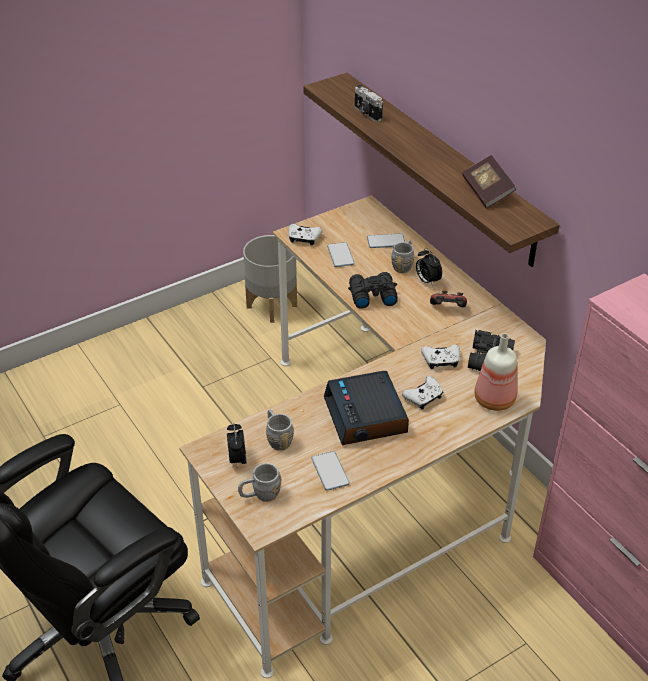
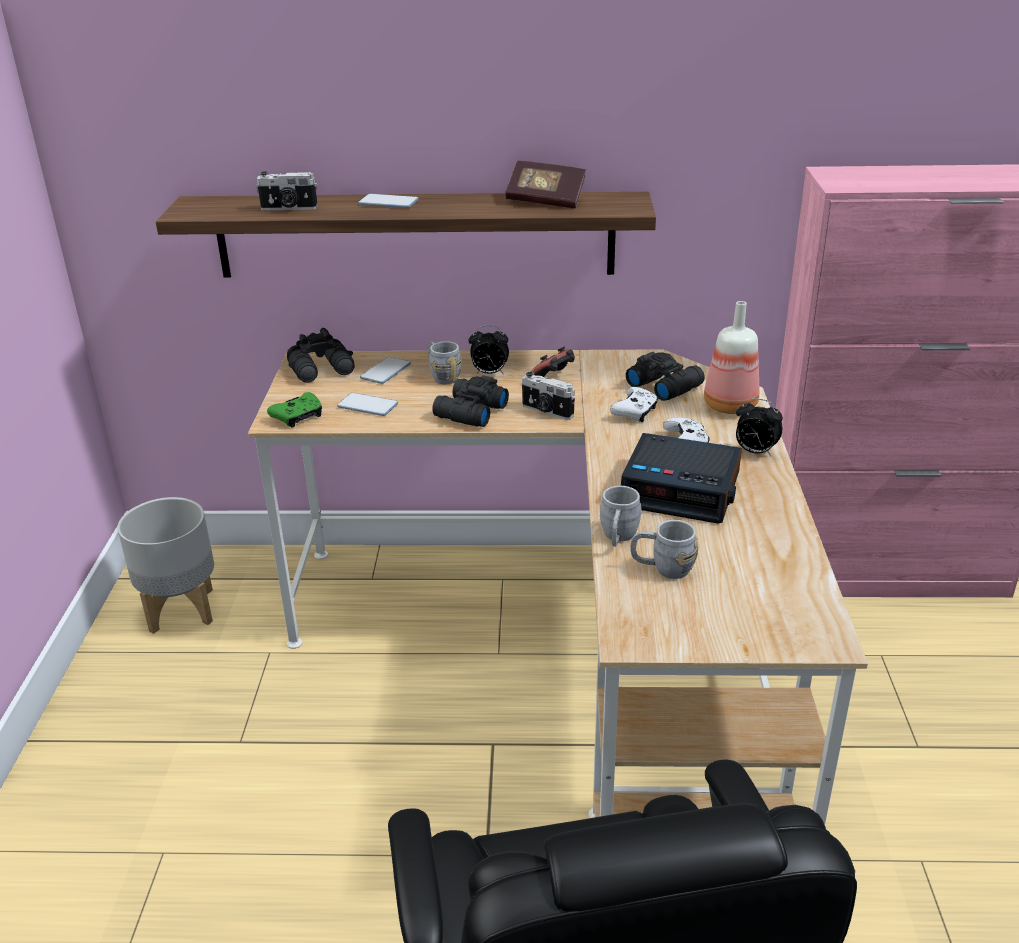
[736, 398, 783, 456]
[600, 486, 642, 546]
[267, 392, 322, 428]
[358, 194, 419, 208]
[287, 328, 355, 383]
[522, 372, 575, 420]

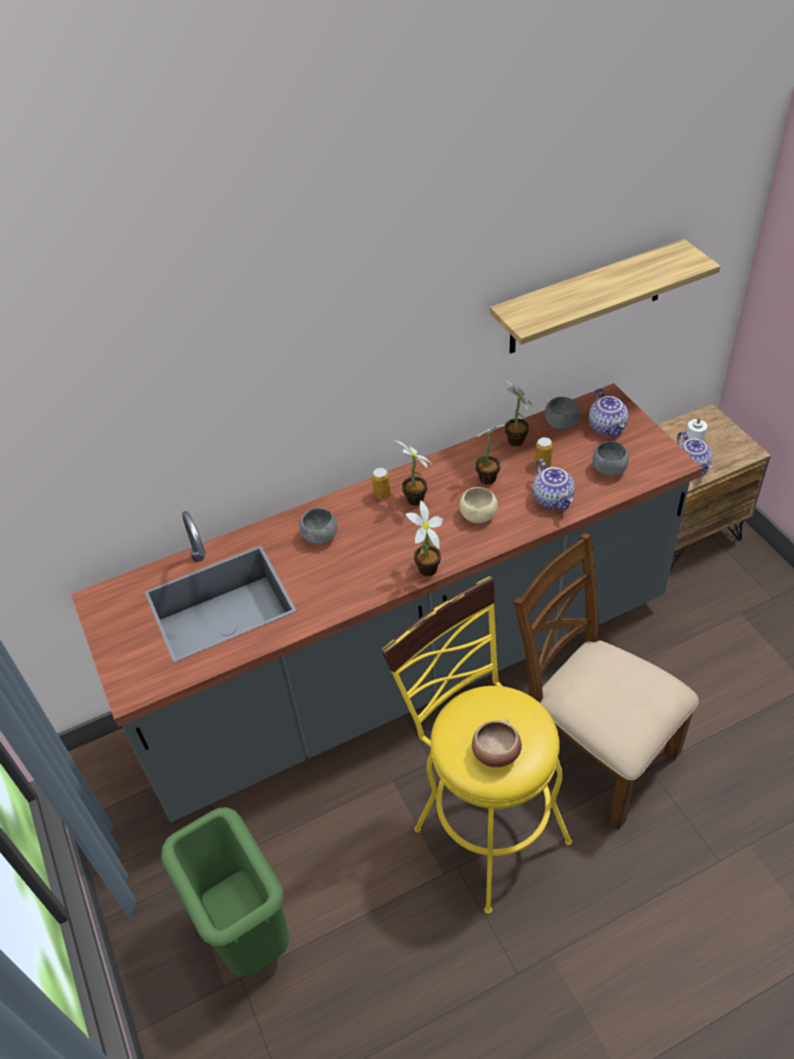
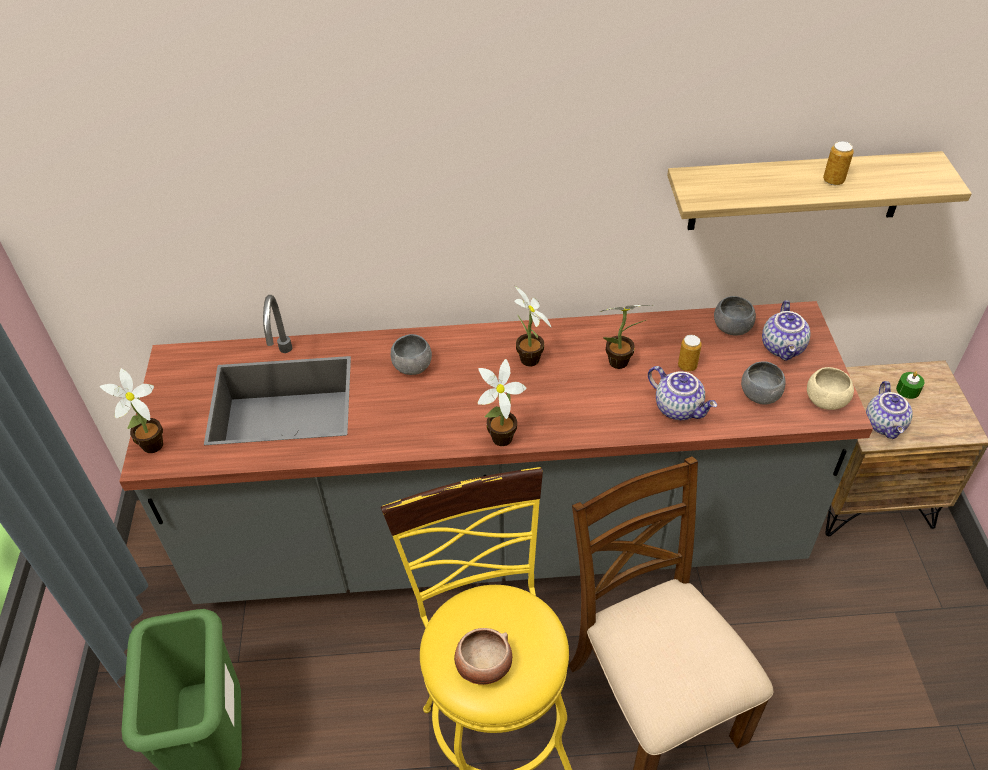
[823, 141, 854, 185]
[807, 367, 854, 410]
[100, 368, 163, 453]
[648, 366, 717, 420]
[896, 371, 924, 399]

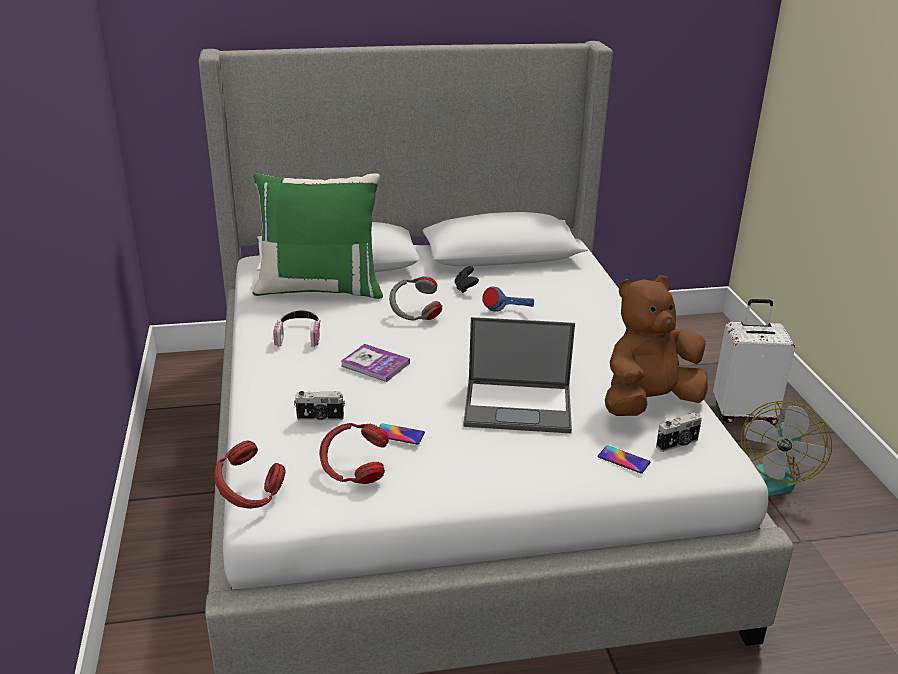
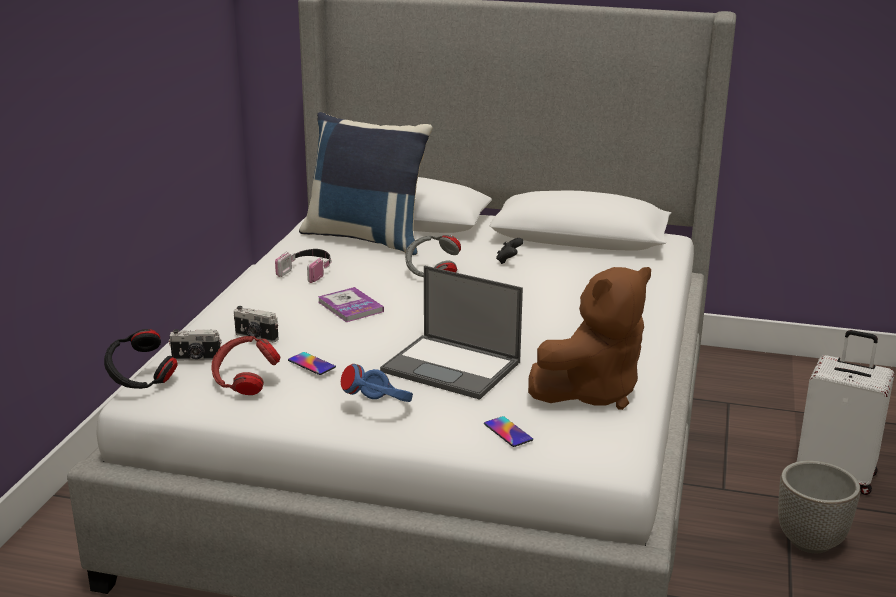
[104, 329, 178, 389]
[299, 112, 433, 255]
[341, 364, 413, 402]
[528, 267, 651, 410]
[169, 329, 221, 361]
[778, 461, 860, 553]

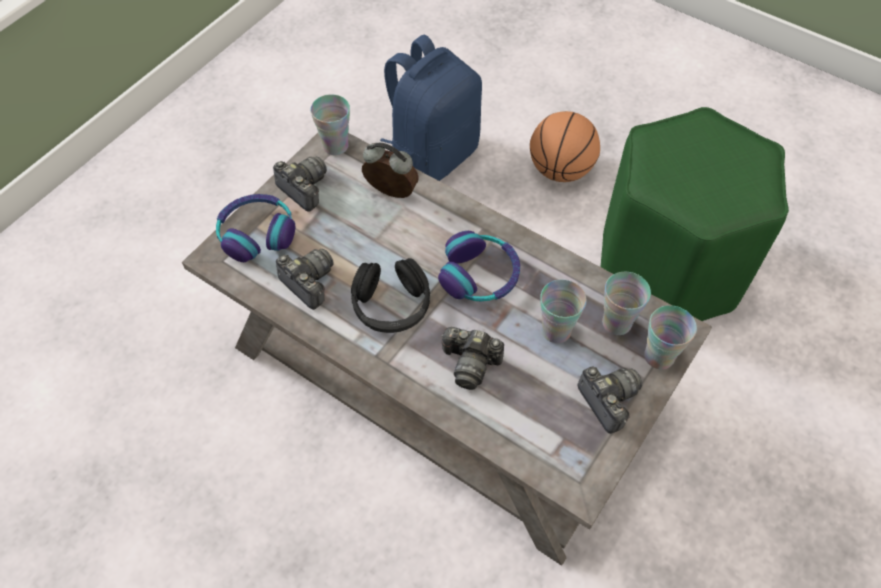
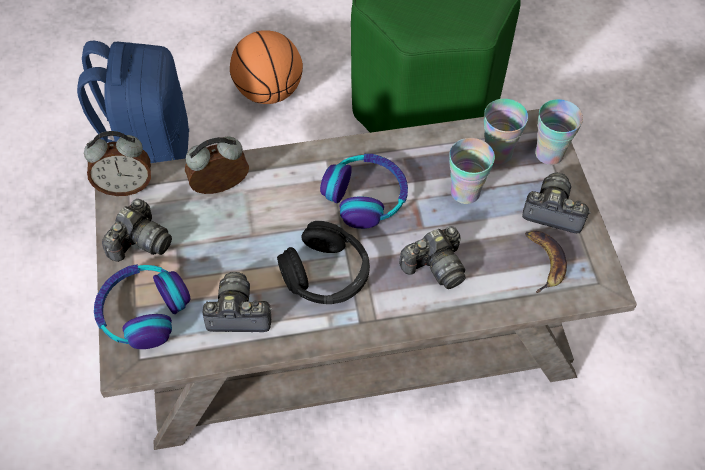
[102, 199, 172, 262]
[84, 131, 151, 196]
[525, 231, 567, 293]

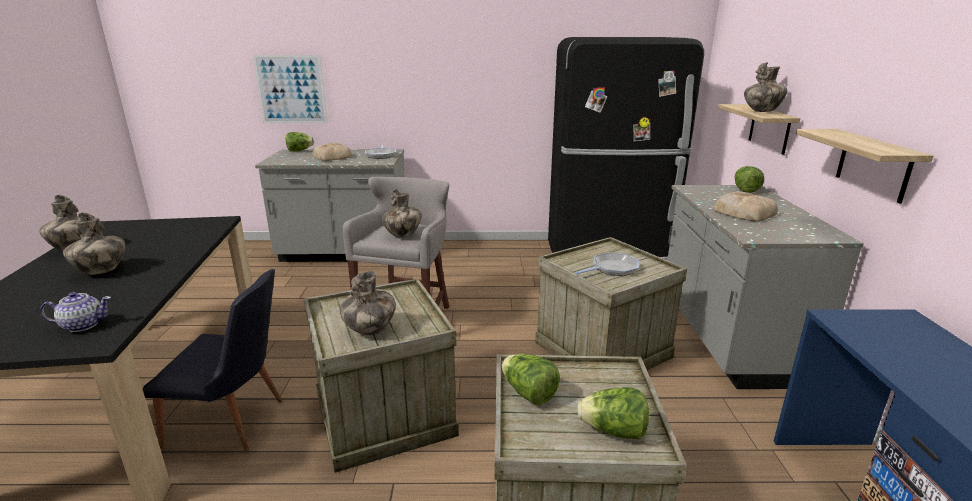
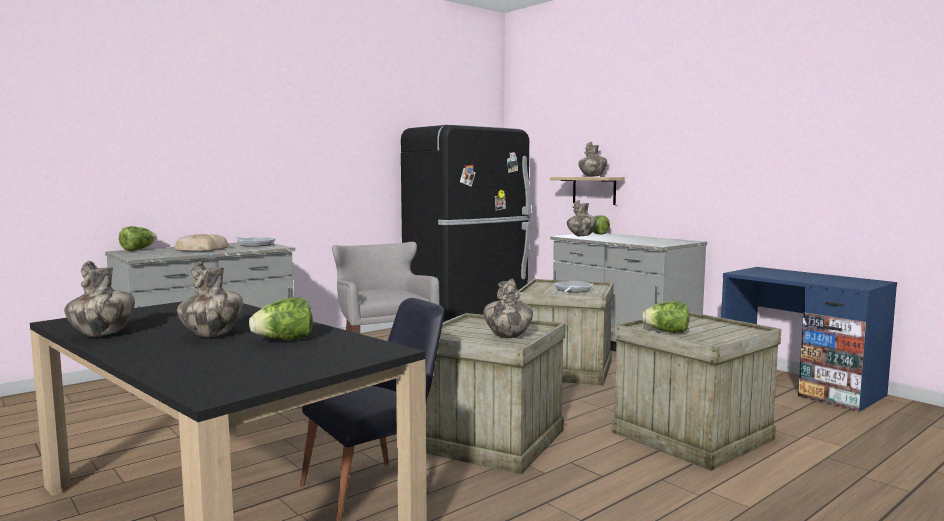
[40, 292, 111, 332] (first image)
[253, 55, 328, 123] (first image)
[567, 200, 597, 236]
[249, 297, 313, 340]
[714, 191, 778, 222] (first image)
[796, 129, 933, 204] (first image)

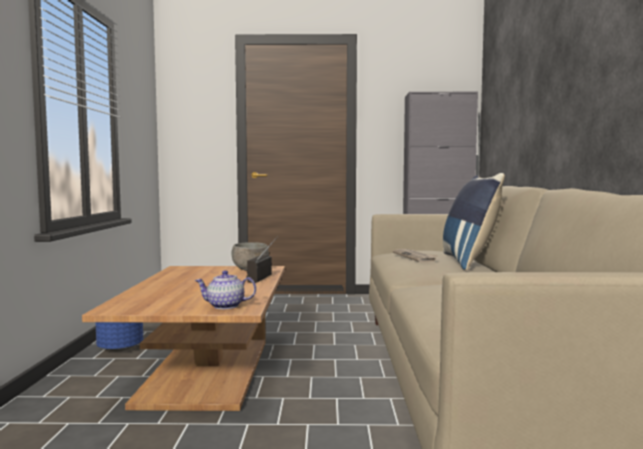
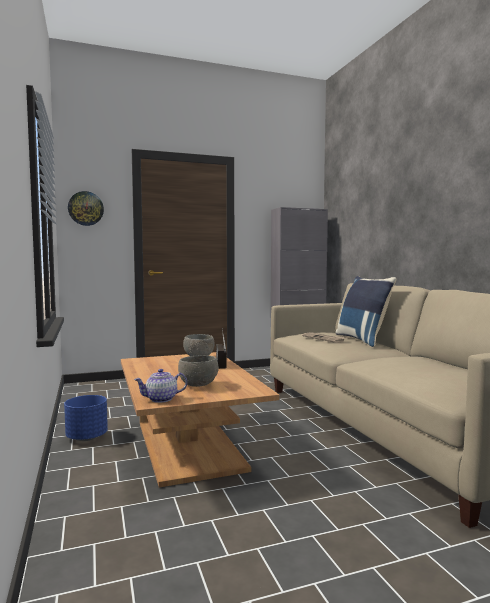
[134, 369, 187, 403]
[68, 191, 104, 226]
[178, 355, 219, 387]

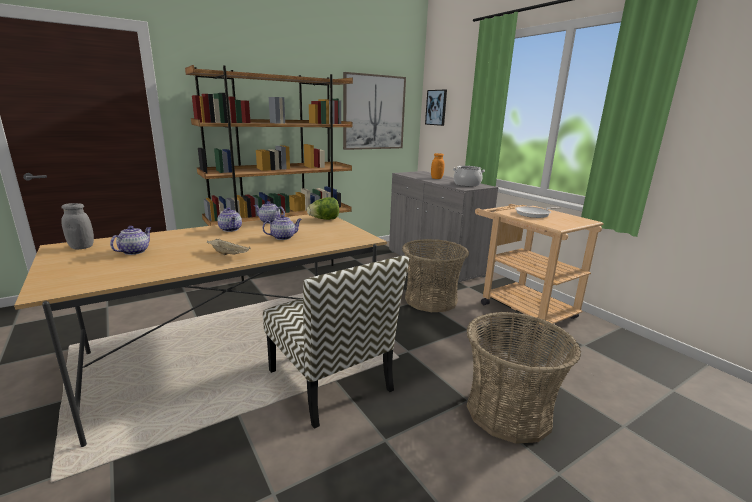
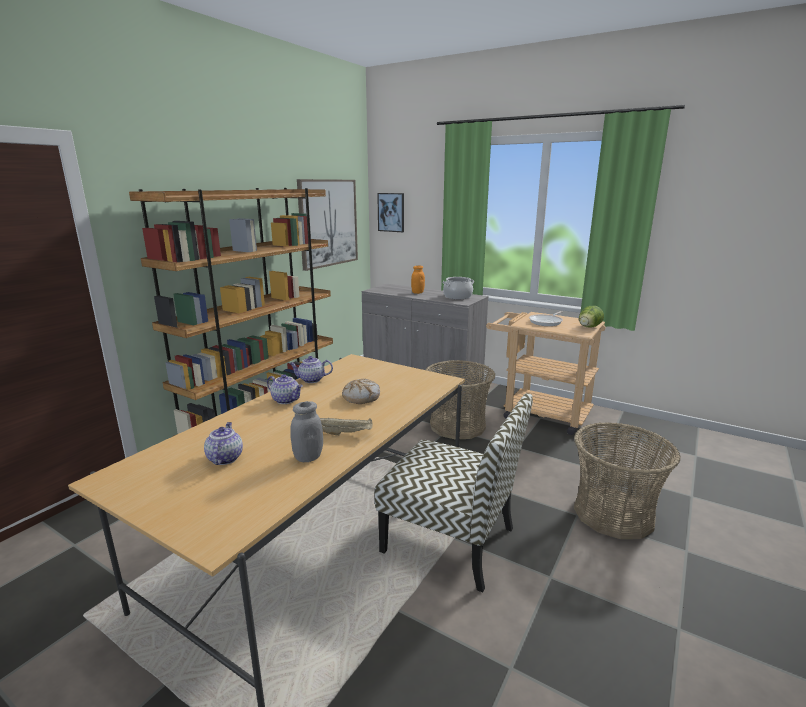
[290, 401, 323, 462]
[342, 379, 380, 404]
[579, 306, 604, 328]

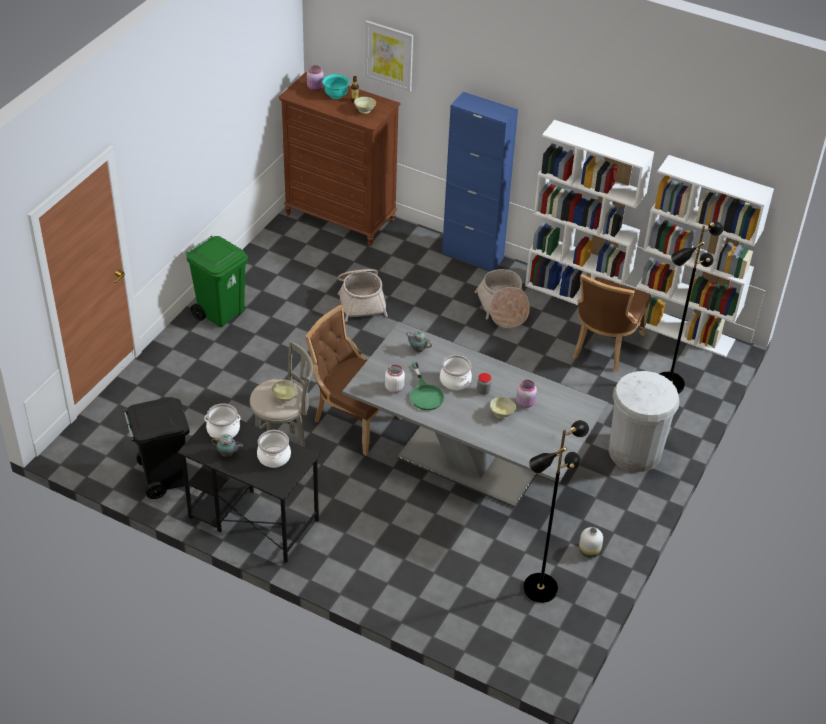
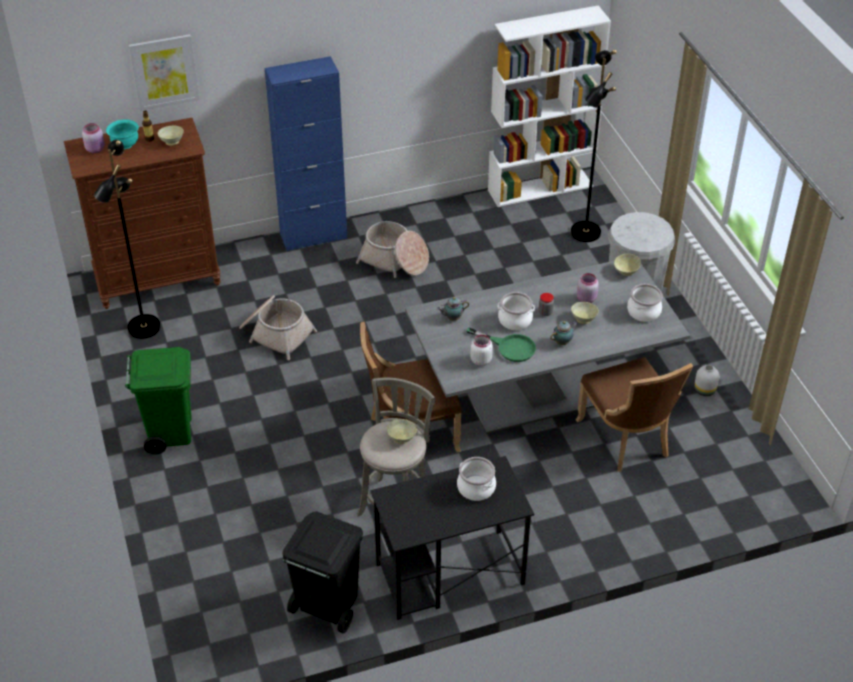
[627, 284, 663, 322]
[550, 321, 578, 345]
[94, 140, 161, 339]
[525, 120, 654, 305] (first image)
[575, 357, 693, 472]
[614, 254, 641, 276]

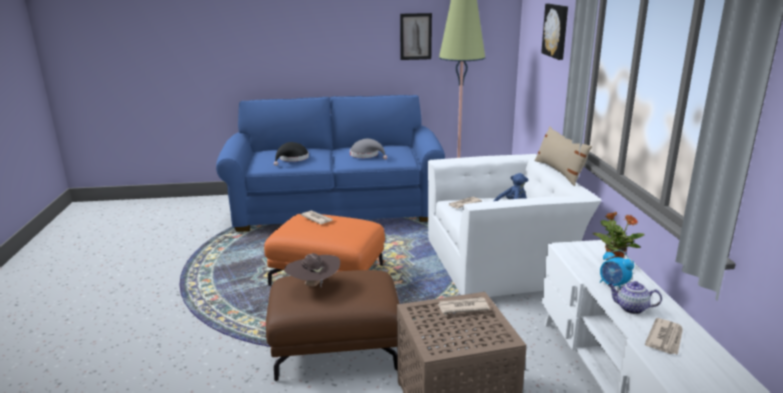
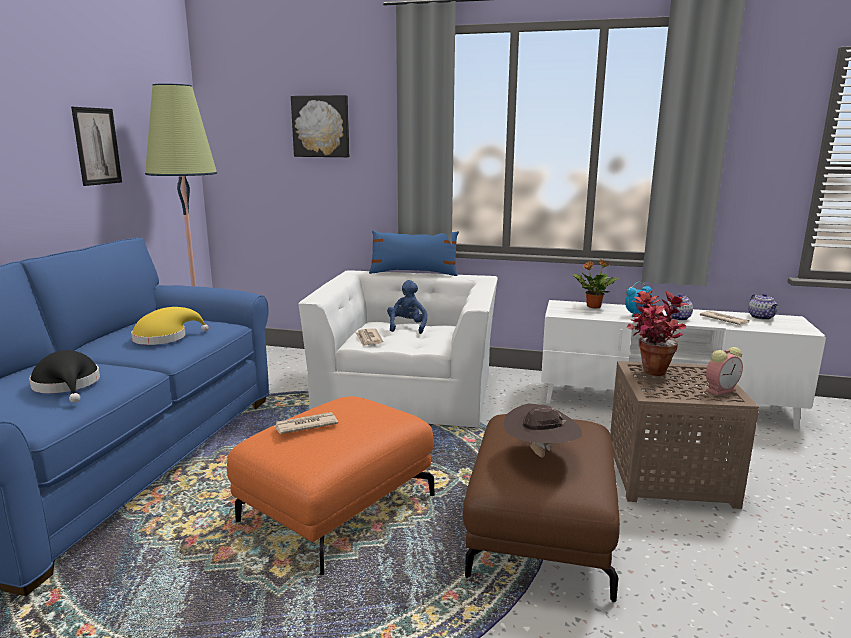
[131, 307, 209, 345]
[627, 290, 689, 376]
[369, 230, 459, 276]
[706, 347, 743, 395]
[748, 293, 778, 320]

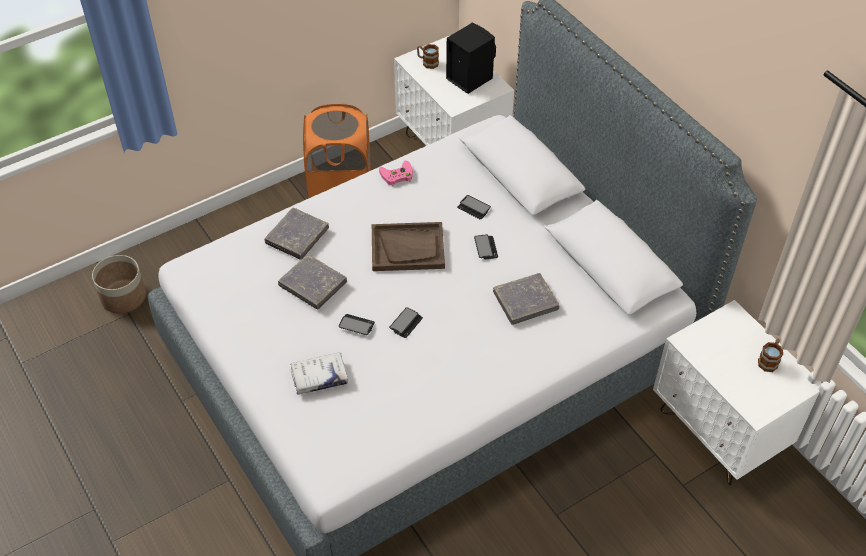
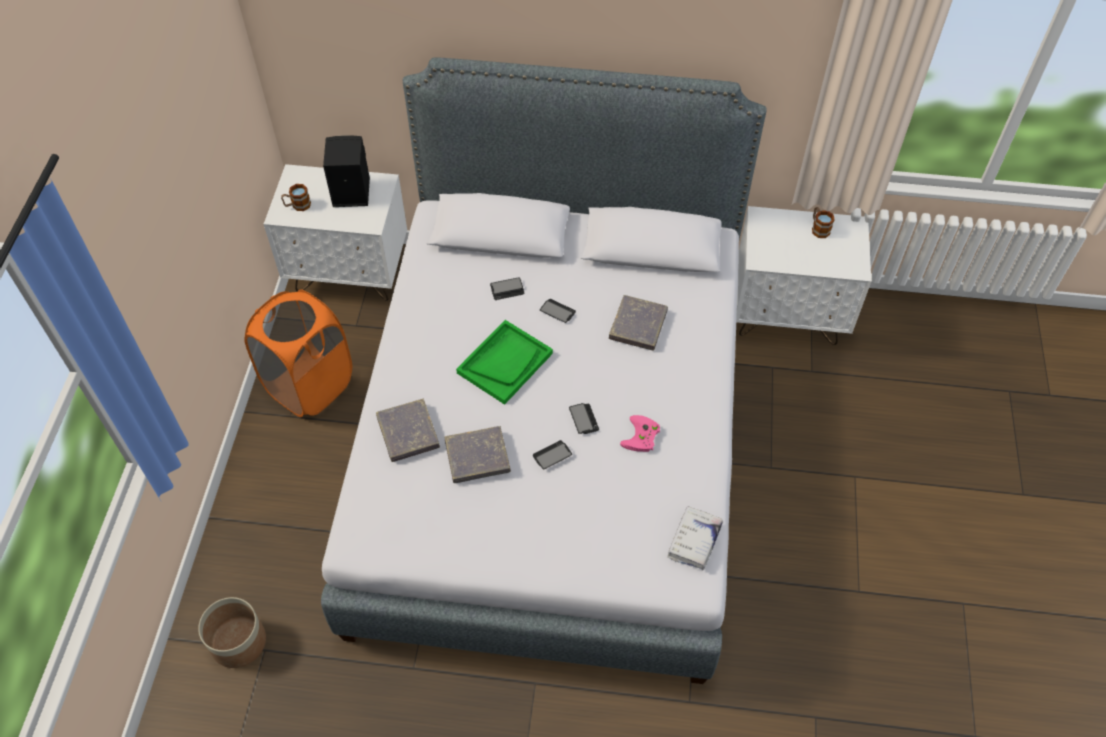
[667, 506, 723, 570]
[456, 320, 553, 405]
[620, 415, 660, 452]

